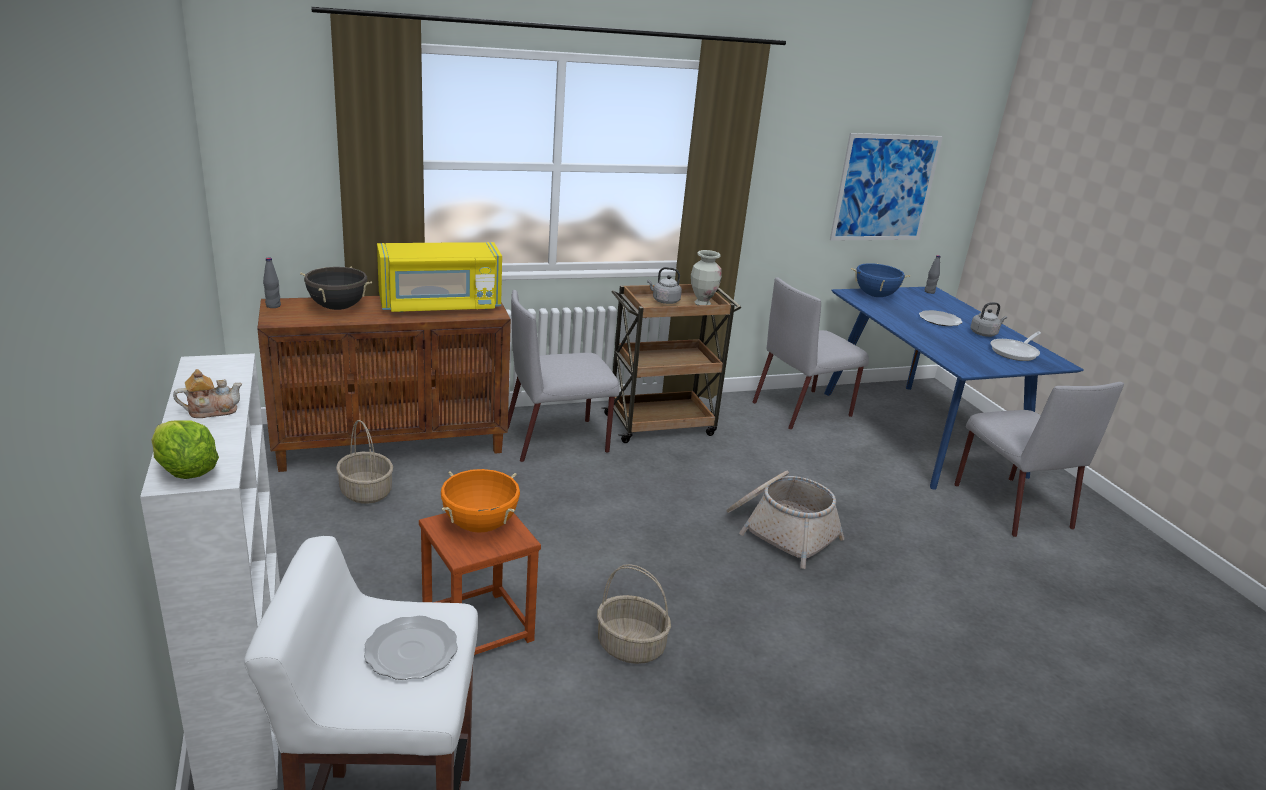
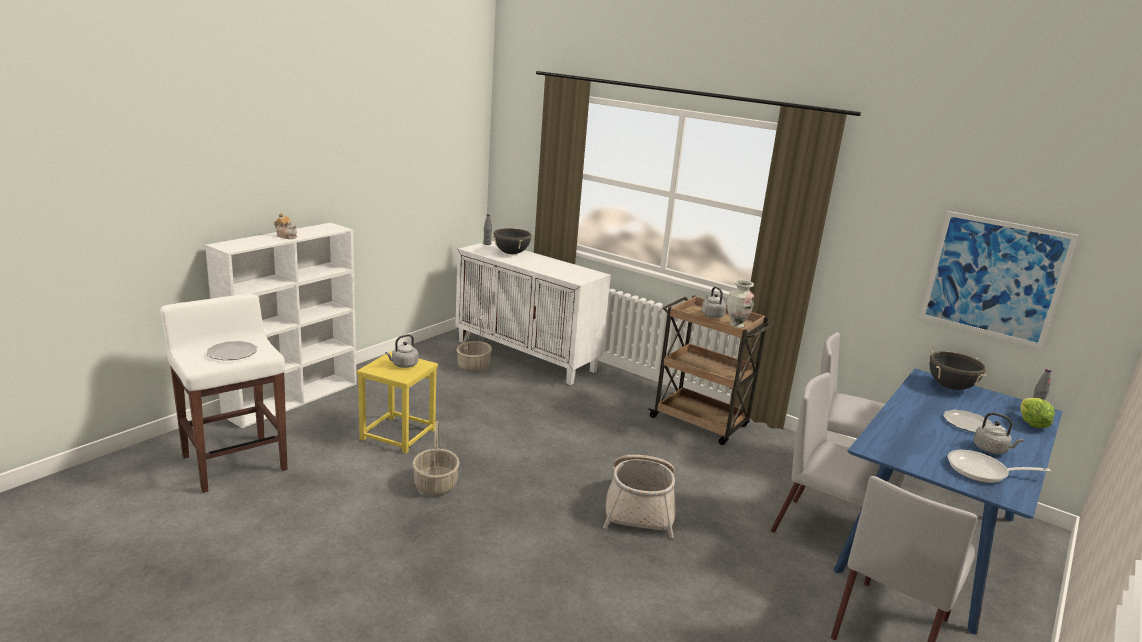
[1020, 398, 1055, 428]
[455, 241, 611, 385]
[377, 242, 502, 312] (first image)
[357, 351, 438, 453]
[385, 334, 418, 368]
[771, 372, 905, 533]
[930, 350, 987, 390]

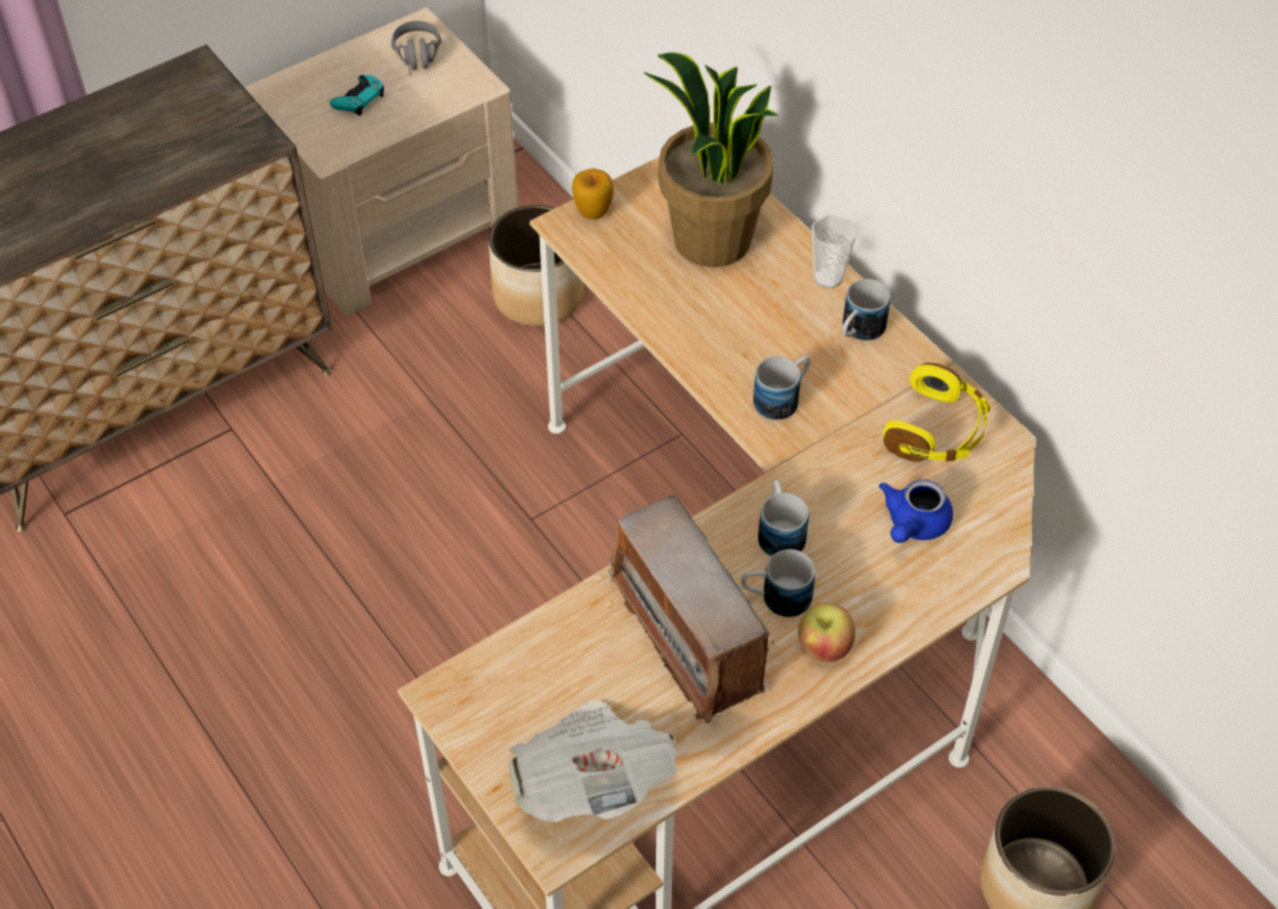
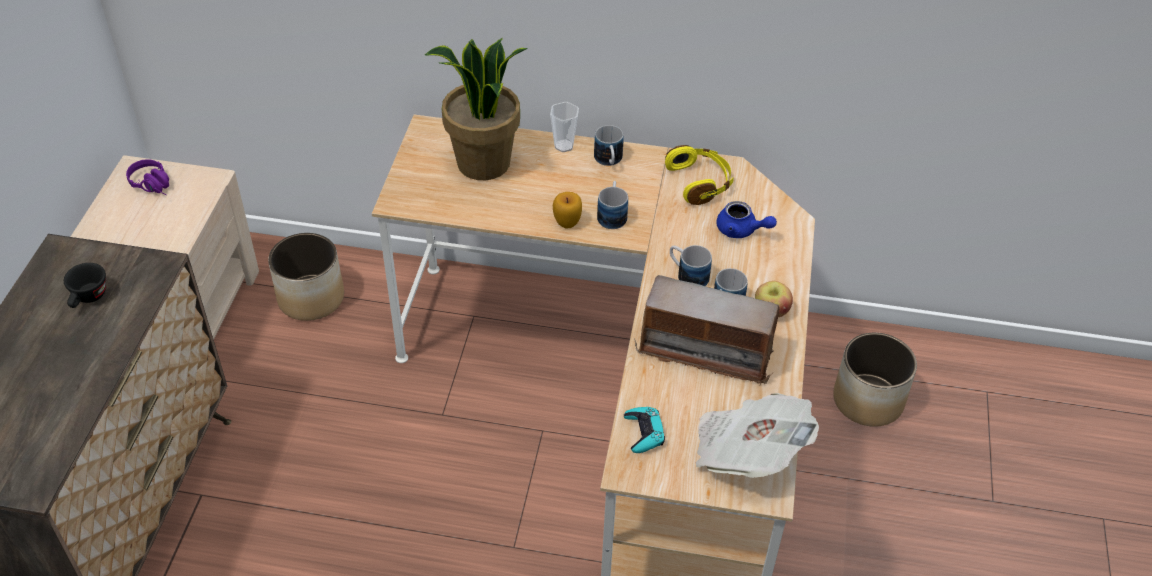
[624, 407, 665, 453]
[126, 159, 169, 195]
[553, 192, 582, 228]
[716, 201, 777, 238]
[64, 263, 106, 308]

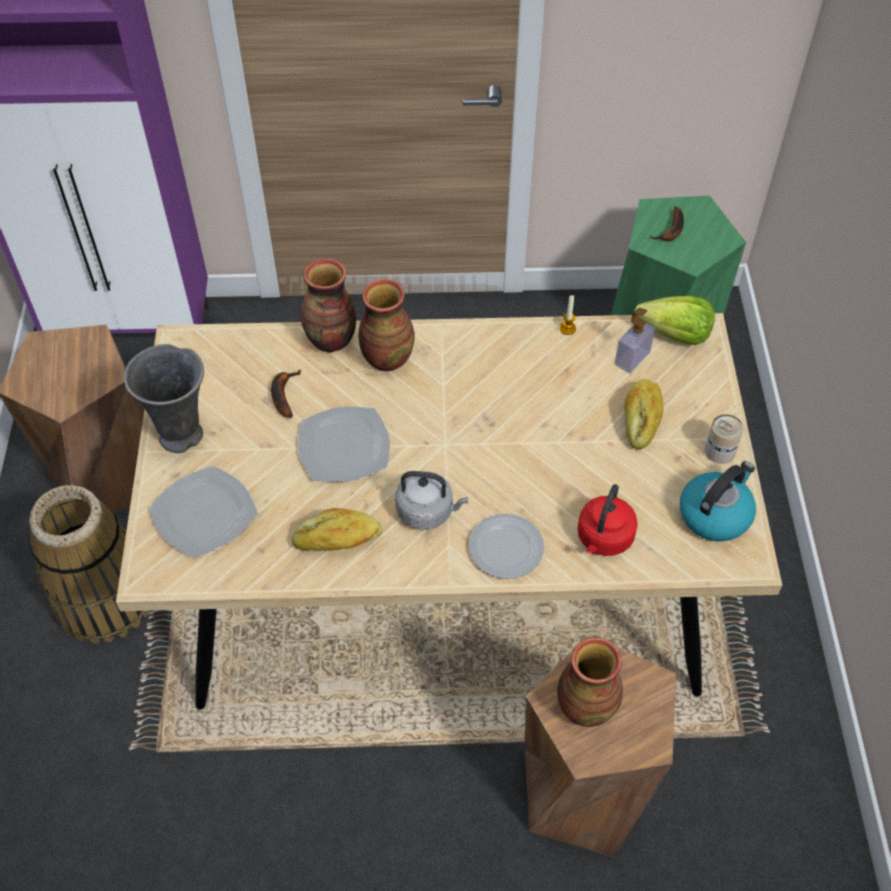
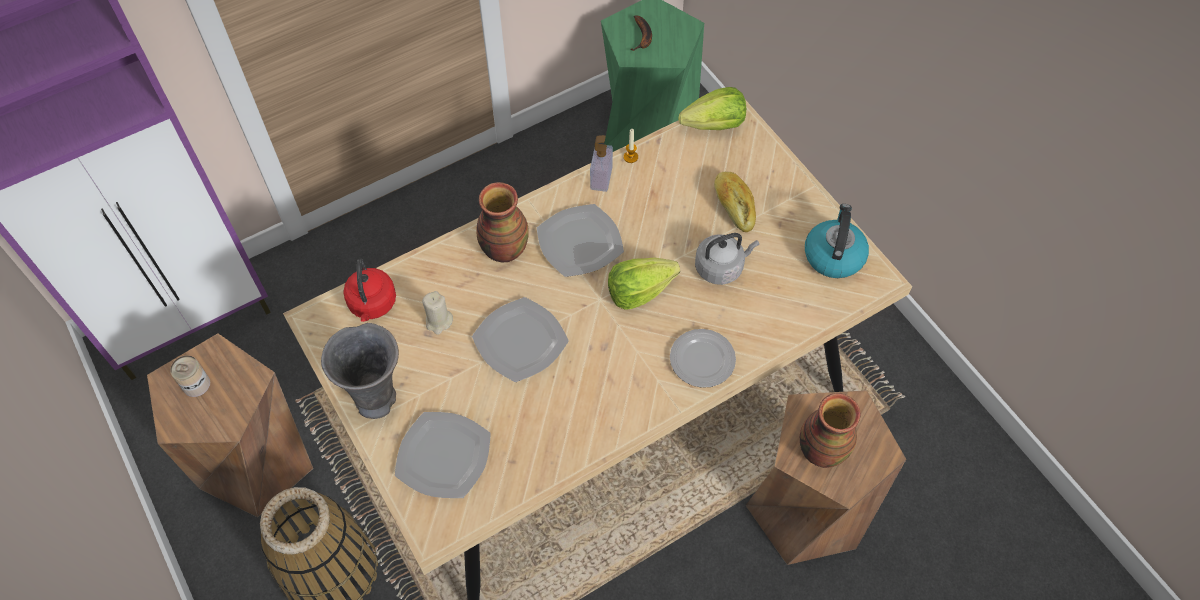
[422, 291, 453, 335]
[292, 508, 382, 550] (first image)
[301, 259, 356, 353] (first image)
[695, 233, 759, 285]
[343, 258, 396, 322]
[590, 135, 613, 192]
[170, 355, 210, 397]
[537, 204, 624, 277]
[608, 257, 680, 310]

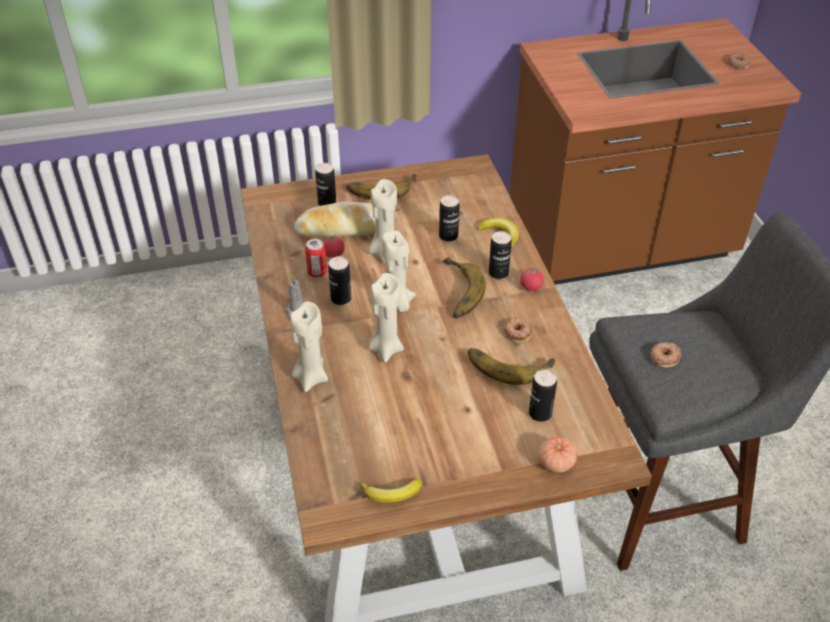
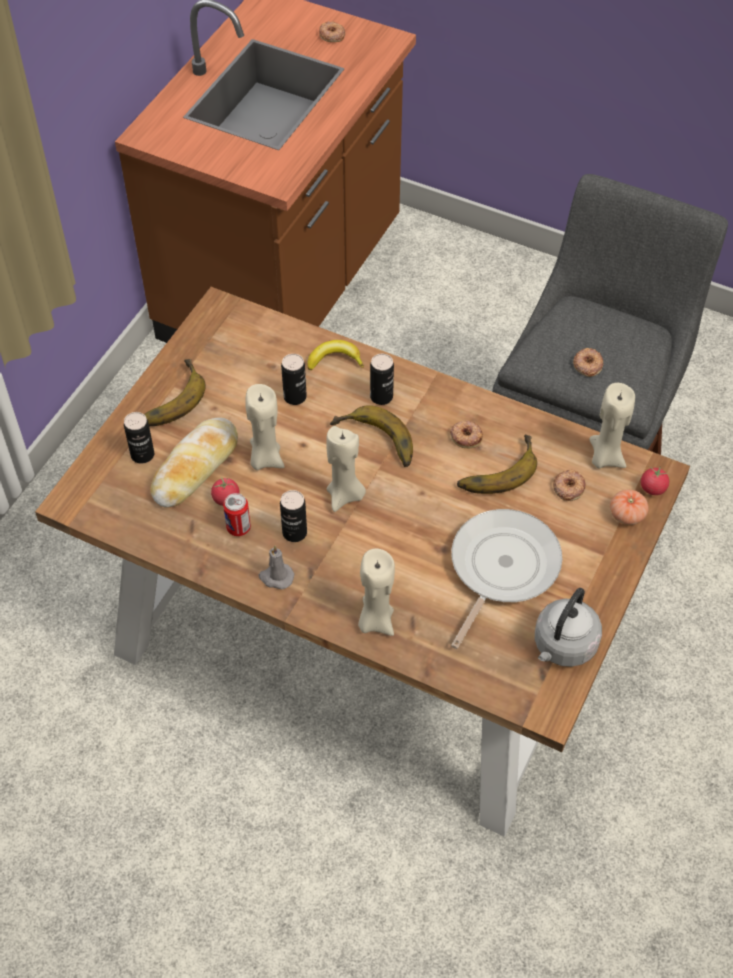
[535, 588, 602, 667]
[589, 383, 635, 469]
[641, 466, 669, 495]
[553, 470, 586, 501]
[451, 509, 562, 649]

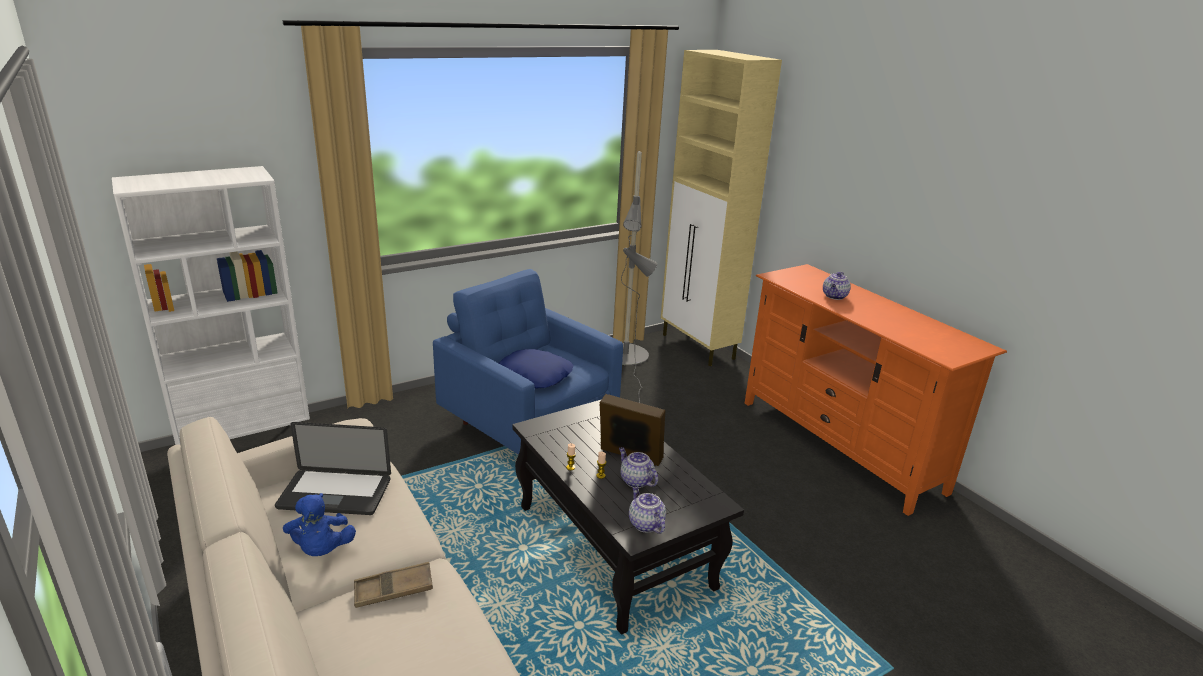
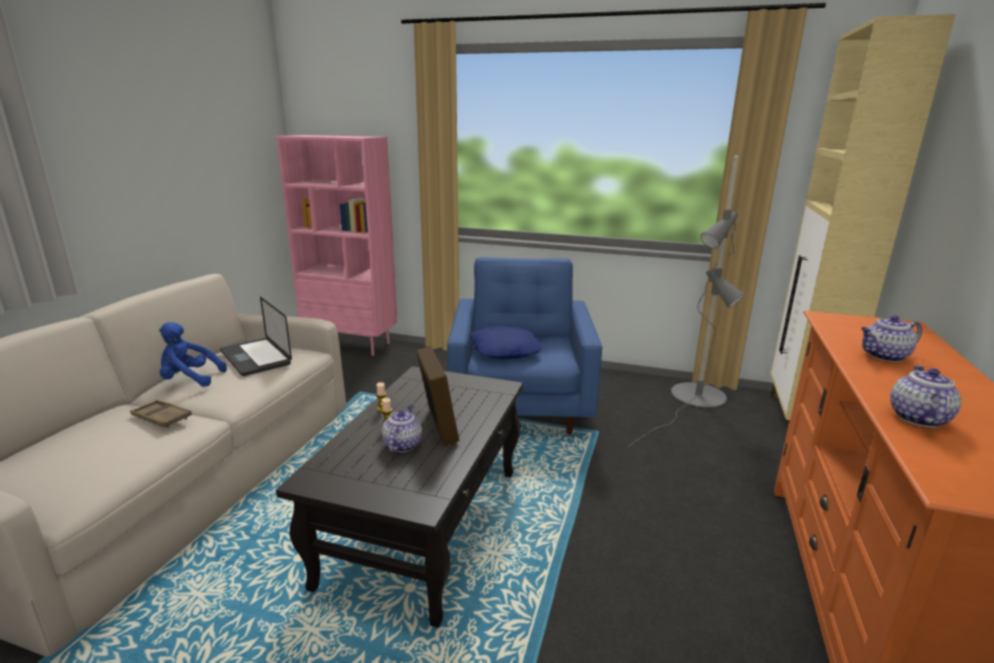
[276, 135, 397, 356]
[159, 322, 227, 387]
[890, 365, 962, 428]

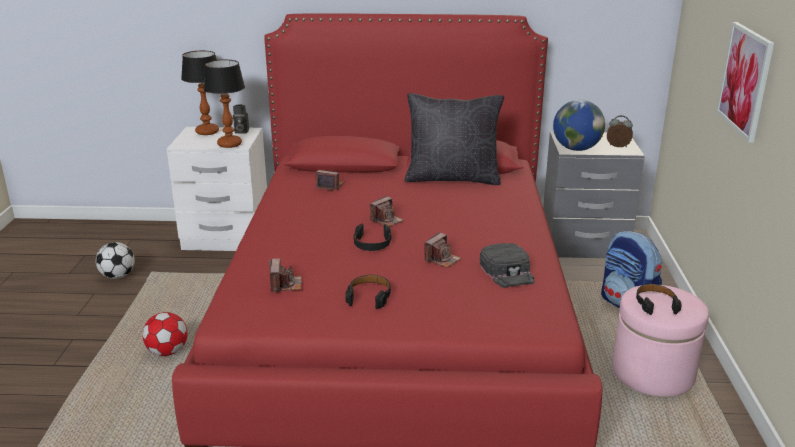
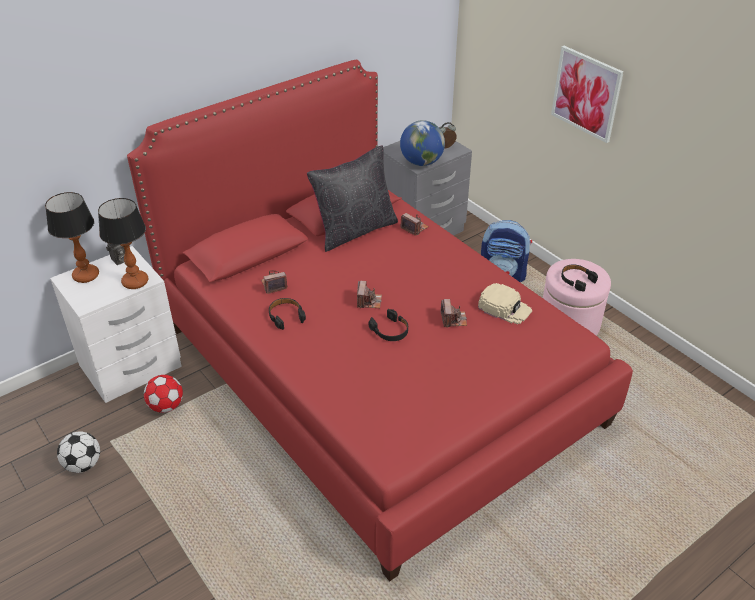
[144, 375, 183, 413]
[400, 213, 429, 236]
[269, 298, 306, 330]
[478, 283, 532, 325]

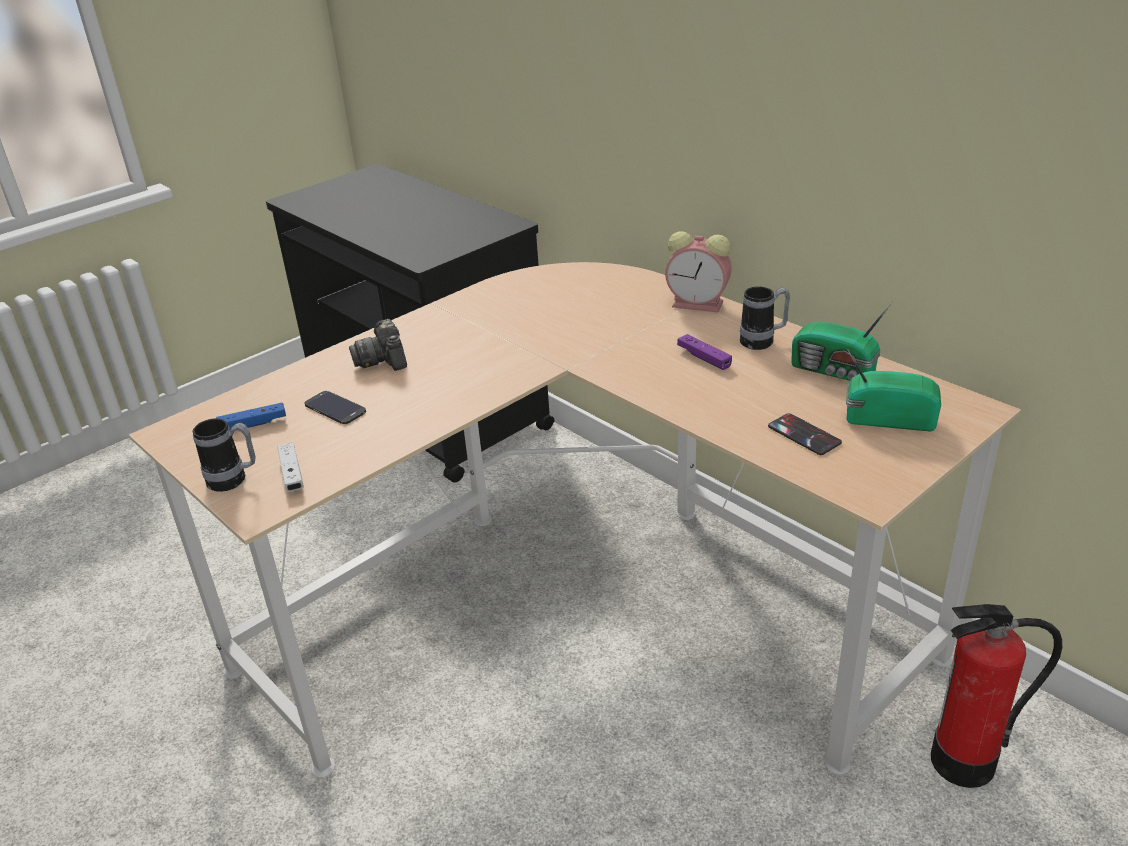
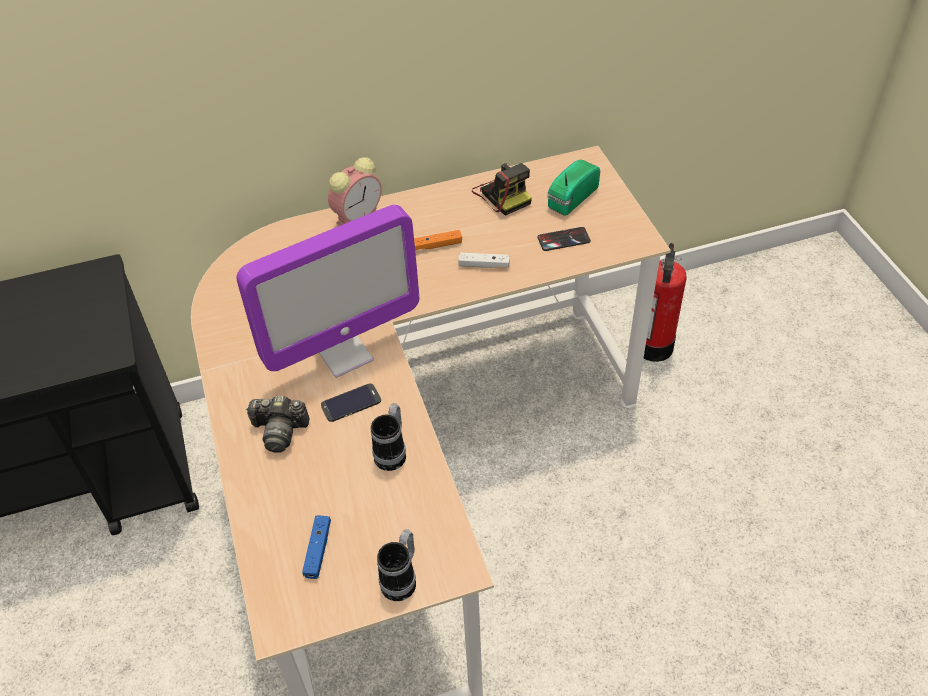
[458, 252, 510, 268]
[321, 383, 381, 422]
[414, 230, 462, 250]
[370, 403, 406, 471]
[472, 163, 532, 216]
[236, 205, 419, 378]

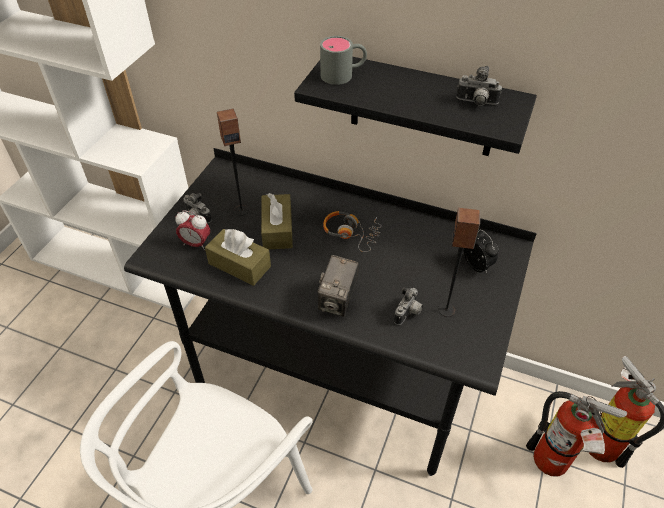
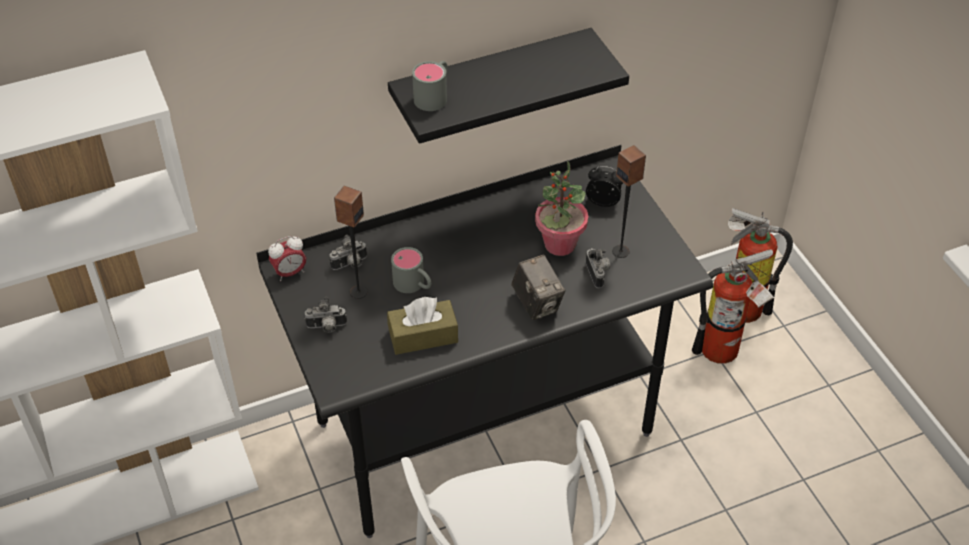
[268, 236, 306, 281]
[391, 247, 431, 293]
[323, 211, 381, 252] (first image)
[329, 235, 367, 270]
[535, 162, 588, 256]

